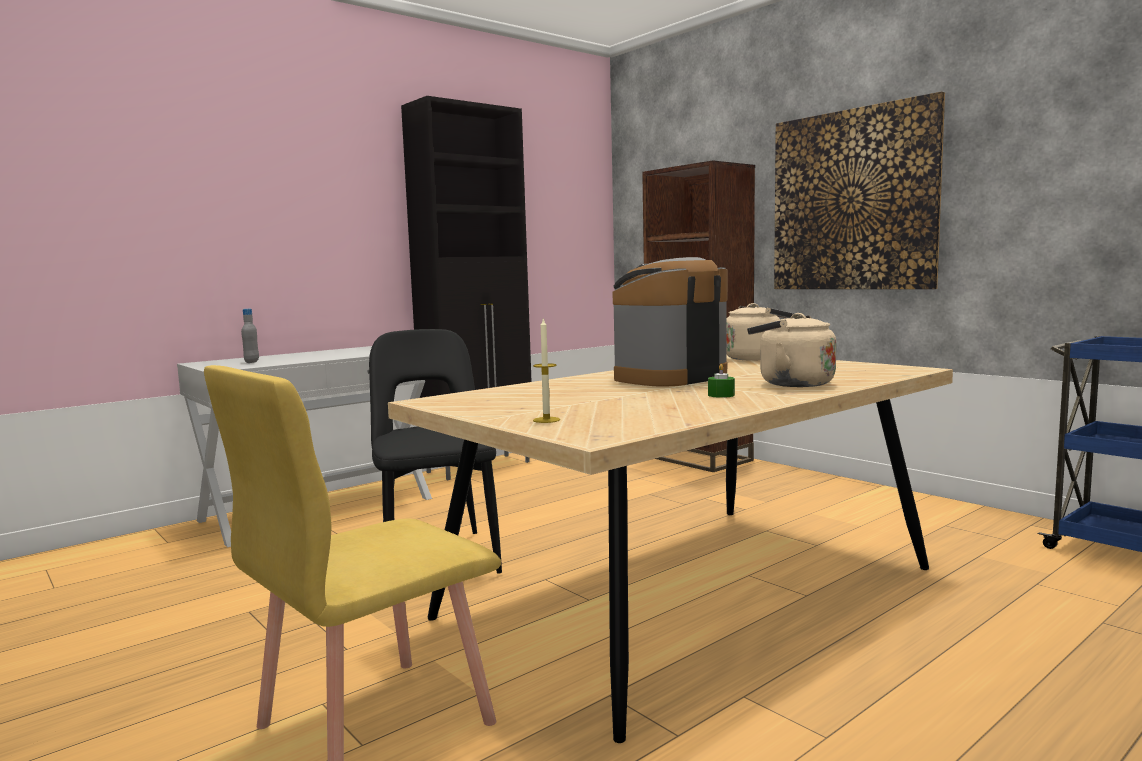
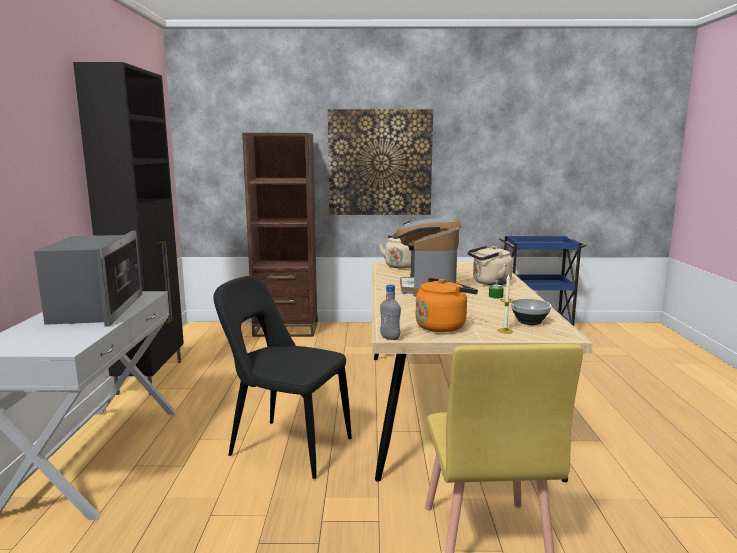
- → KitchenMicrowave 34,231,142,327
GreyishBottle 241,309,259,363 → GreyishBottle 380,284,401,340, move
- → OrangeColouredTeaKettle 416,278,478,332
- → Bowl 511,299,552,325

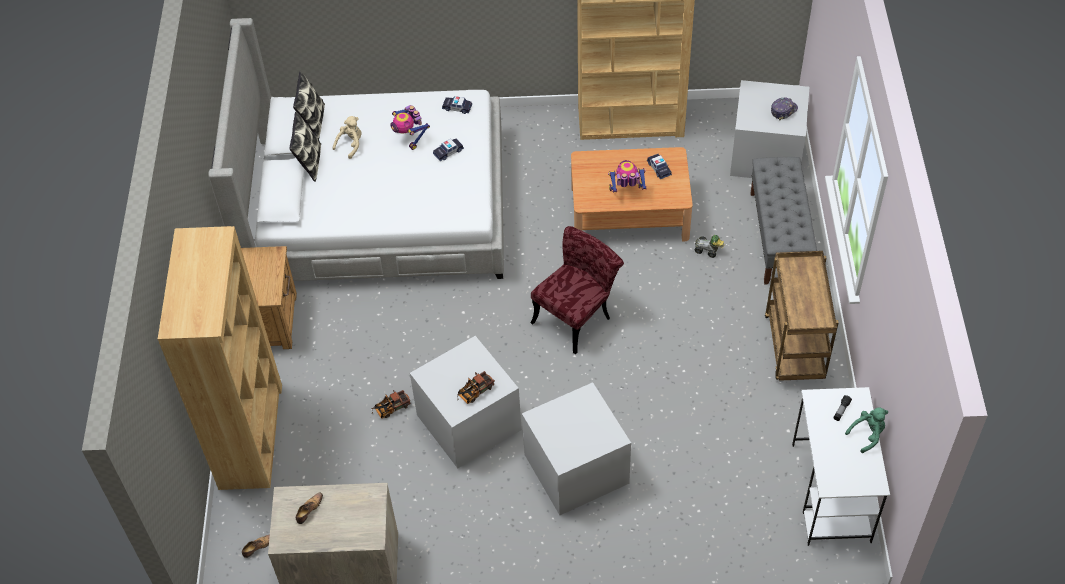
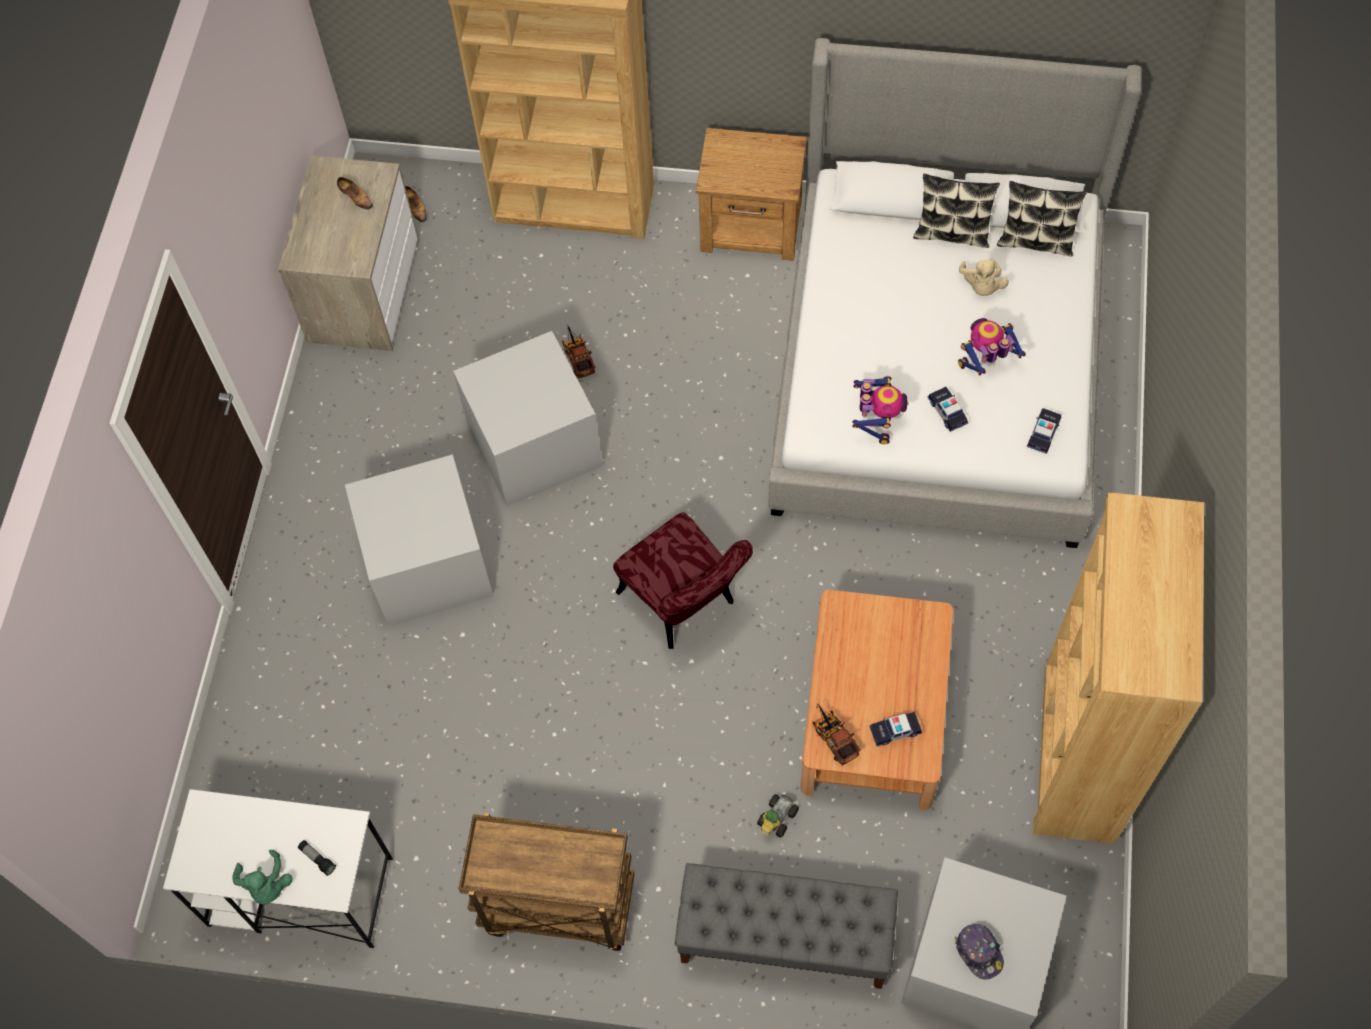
ModelTruck 457,371,495,404 → ModelTruck 812,704,861,766, move
ModelRobot 608,160,647,193 → ModelRobot 852,376,909,444, move
SandColouredSoftToy 333,116,362,159 → SandColouredSoftToy 959,259,1009,296, 45 degrees clockwise

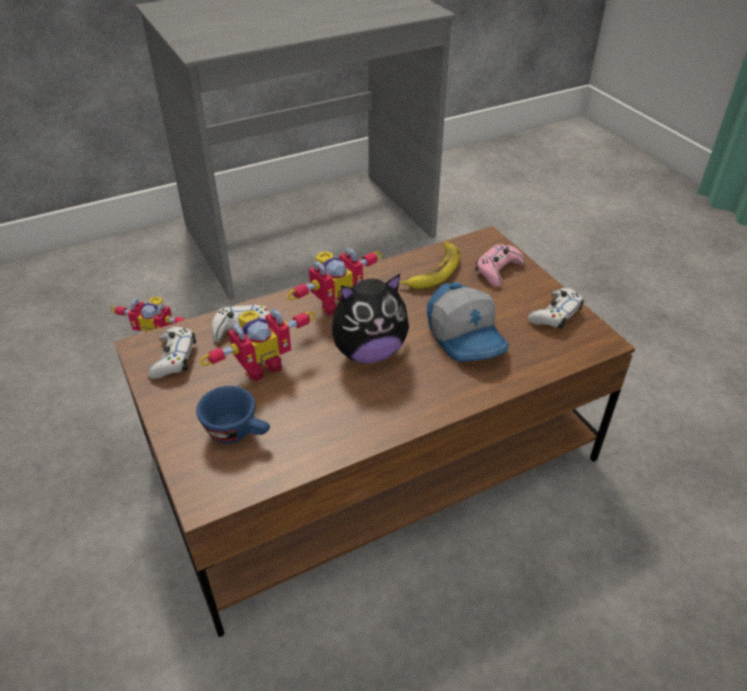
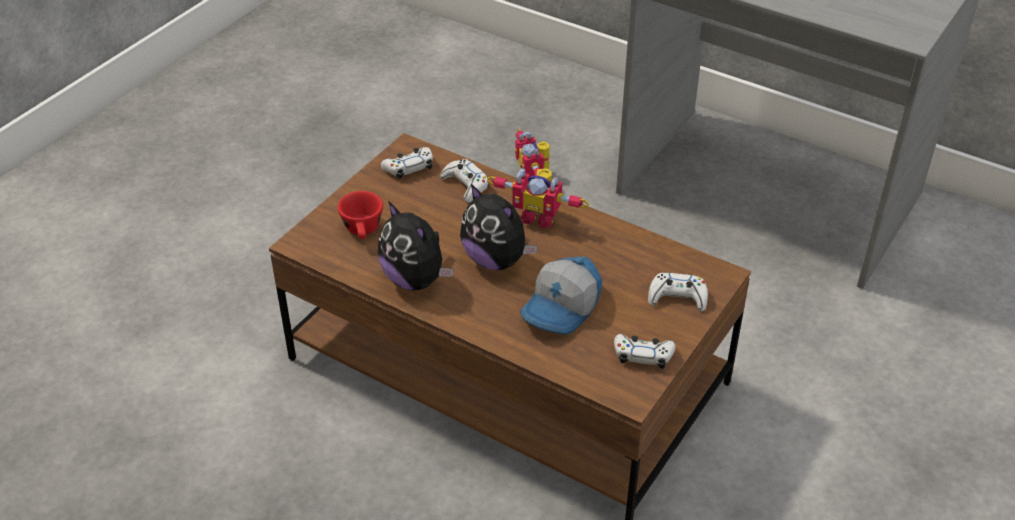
BlueCup 196,386,270,444 → ReddishCup 338,191,383,239
- → SoftToy 378,201,453,290
PinkJoypad 475,243,525,287 → WhiteColouredJoypad 648,273,708,311
ModelRobot 200,308,316,381 → -
BananaFruit 399,242,461,289 → -

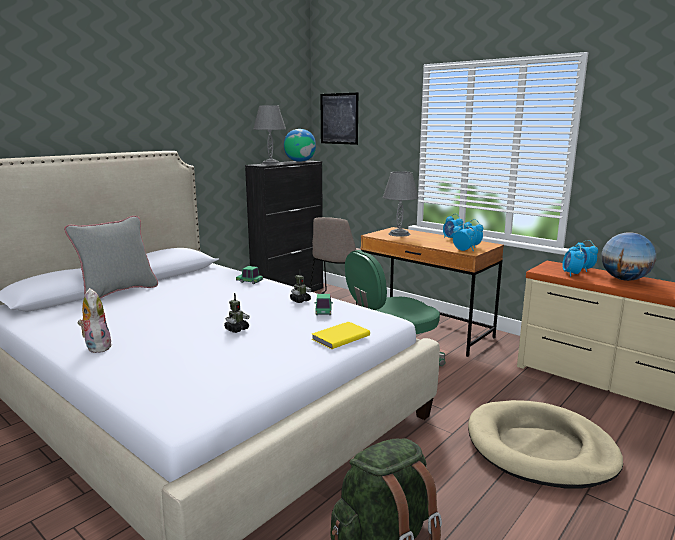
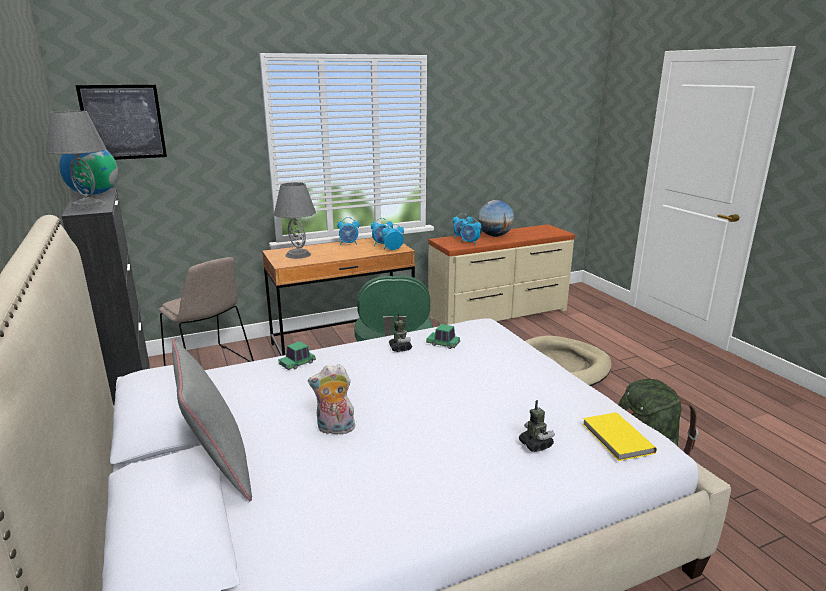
SoftToy 77,288,111,353 → SoftToy 308,364,358,437, move
ModelRobot 224,293,250,333 → ModelRobot 519,400,555,452, move
YellowBoundBook 312,322,370,349 → YellowBoundBook 583,412,657,461, move

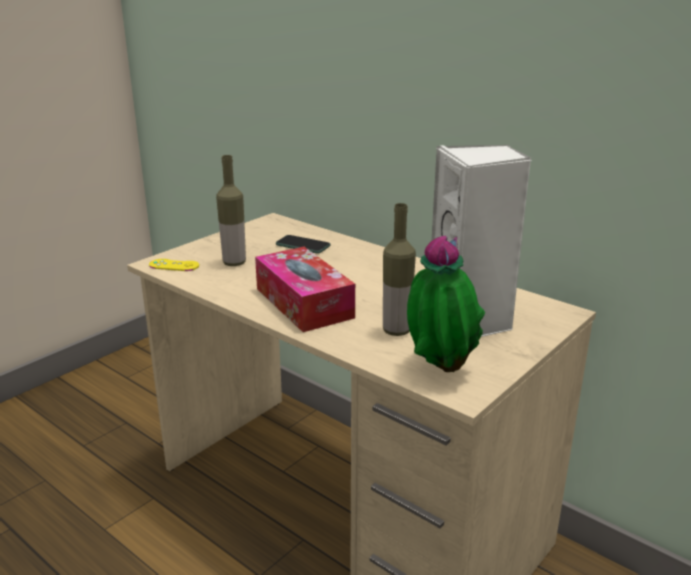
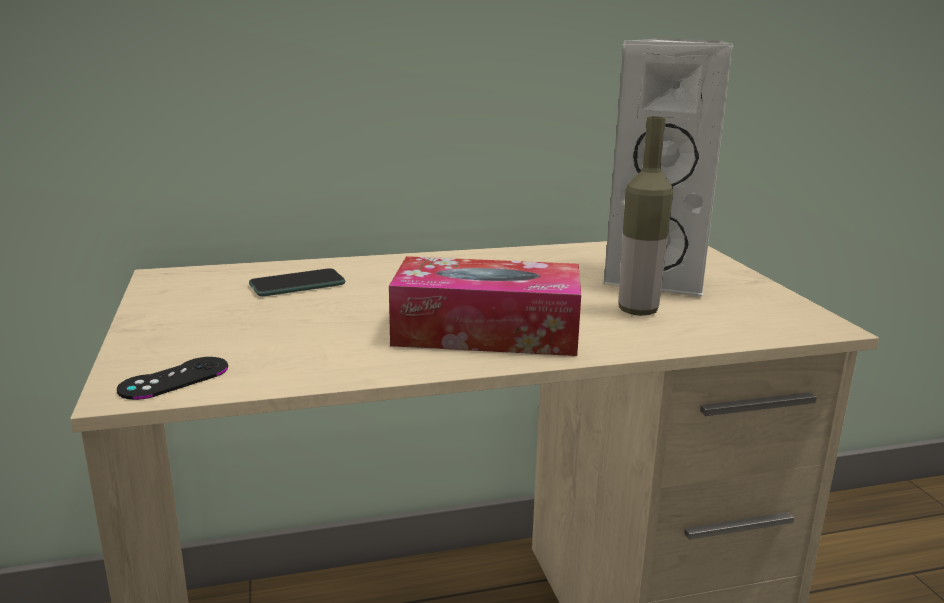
YellowJoypad 149,259,199,271 → BlackishJoypad 117,357,228,400
Bottle 216,155,246,266 → -
Houseplant 407,236,485,372 → -

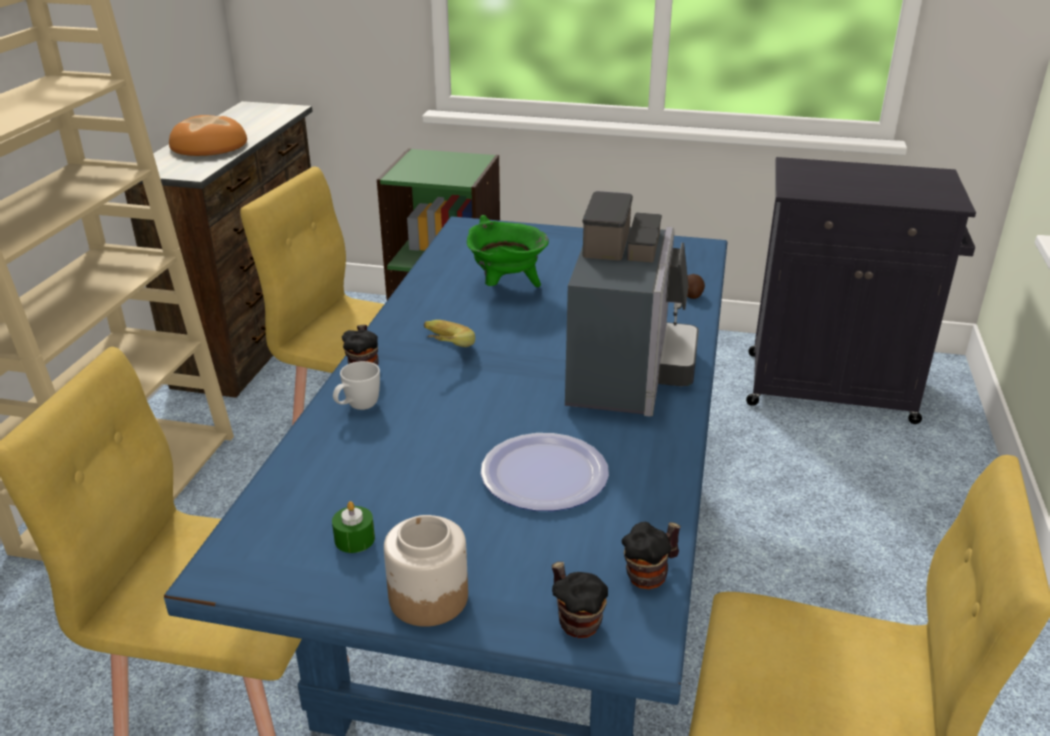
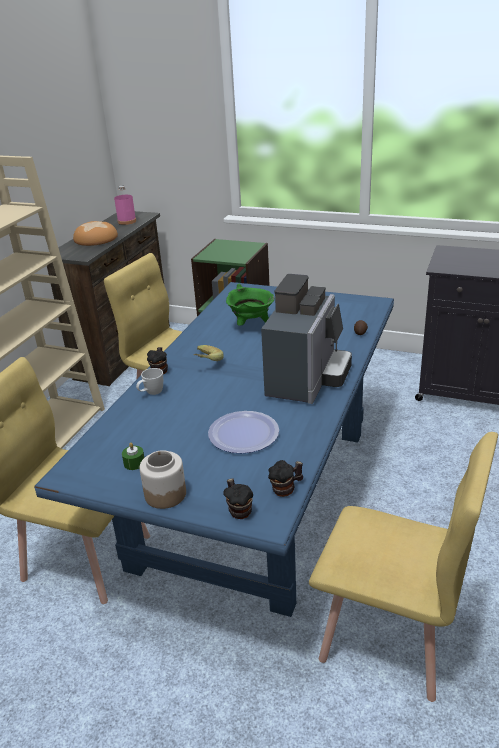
- → PinkBottle 114,186,136,225

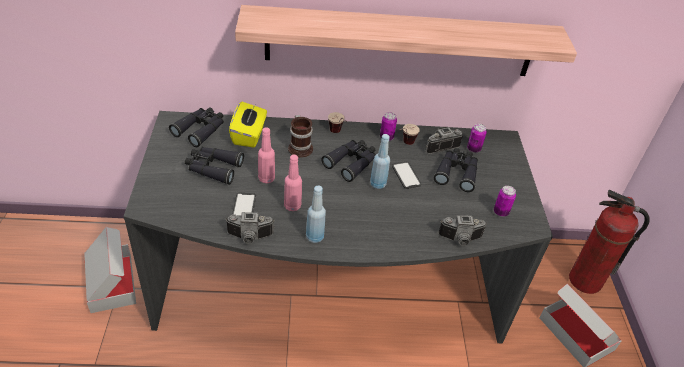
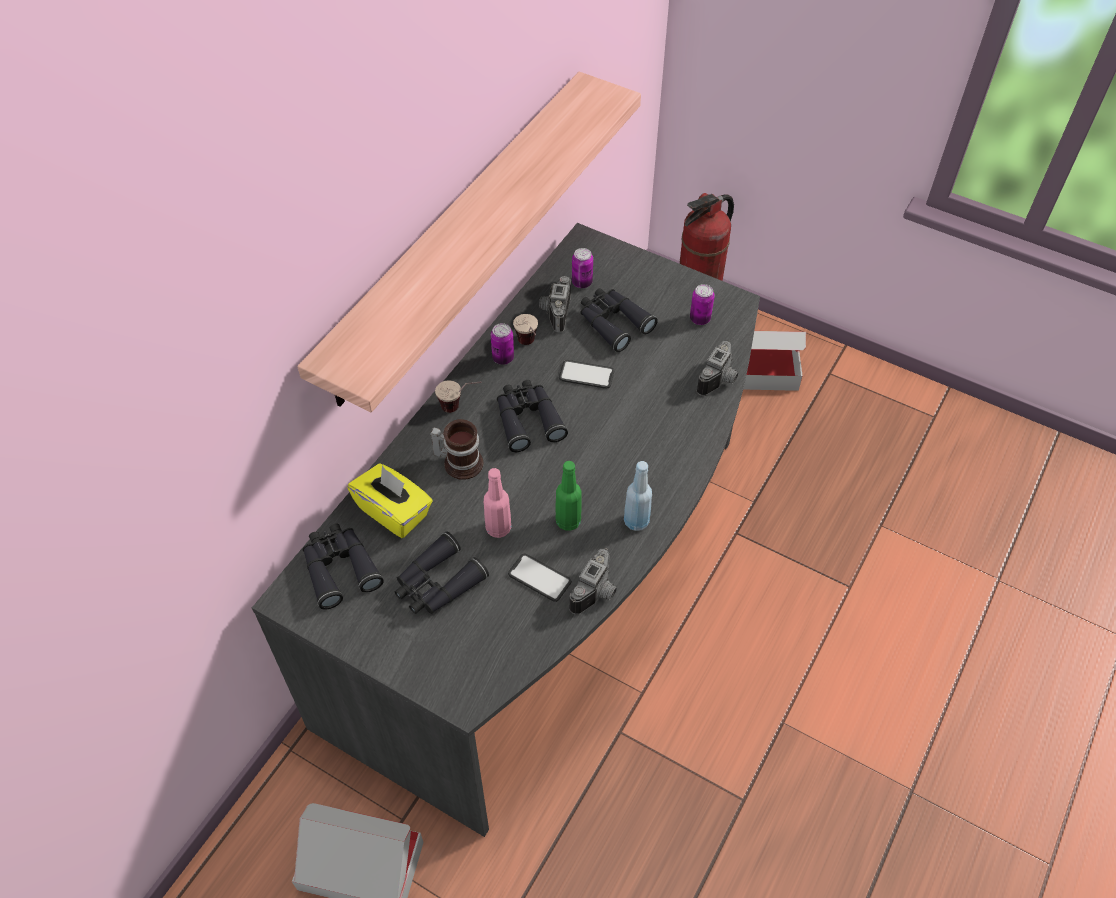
PinkBottle 284,155,302,211 → GreenBottle 555,461,582,531
BlueBottle 370,134,390,189 → -

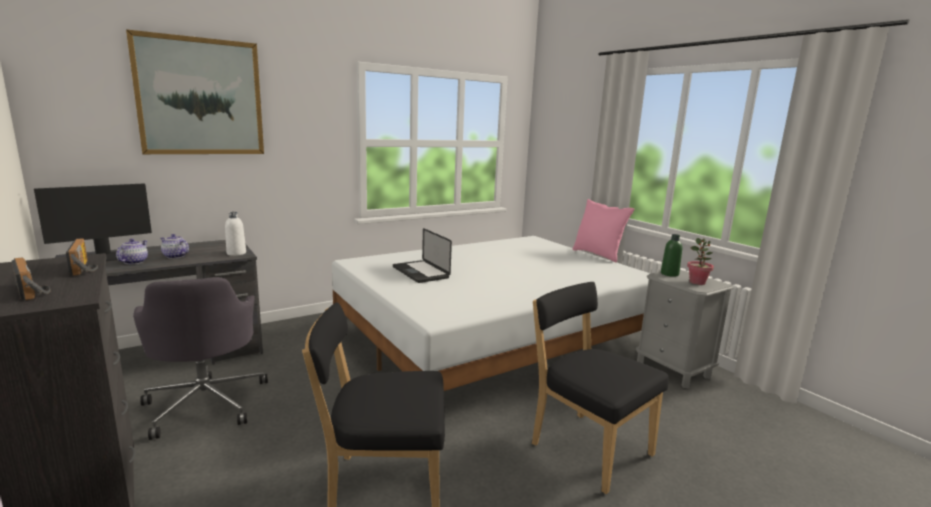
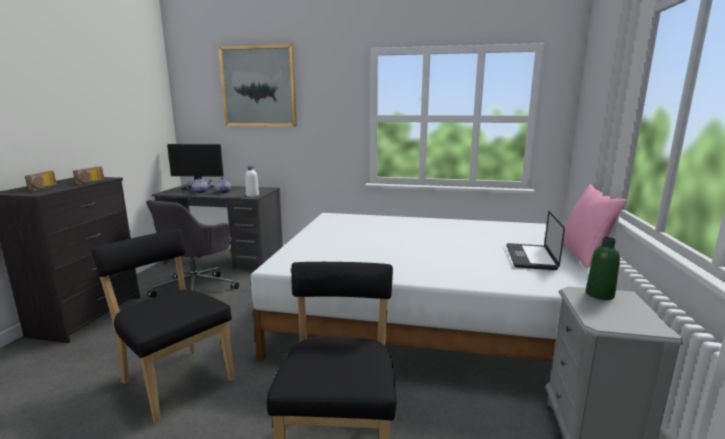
PortableComputer 393,228,452,283 → PortableComputer 507,211,565,270, move
Houseplant 687,238,714,285 → -

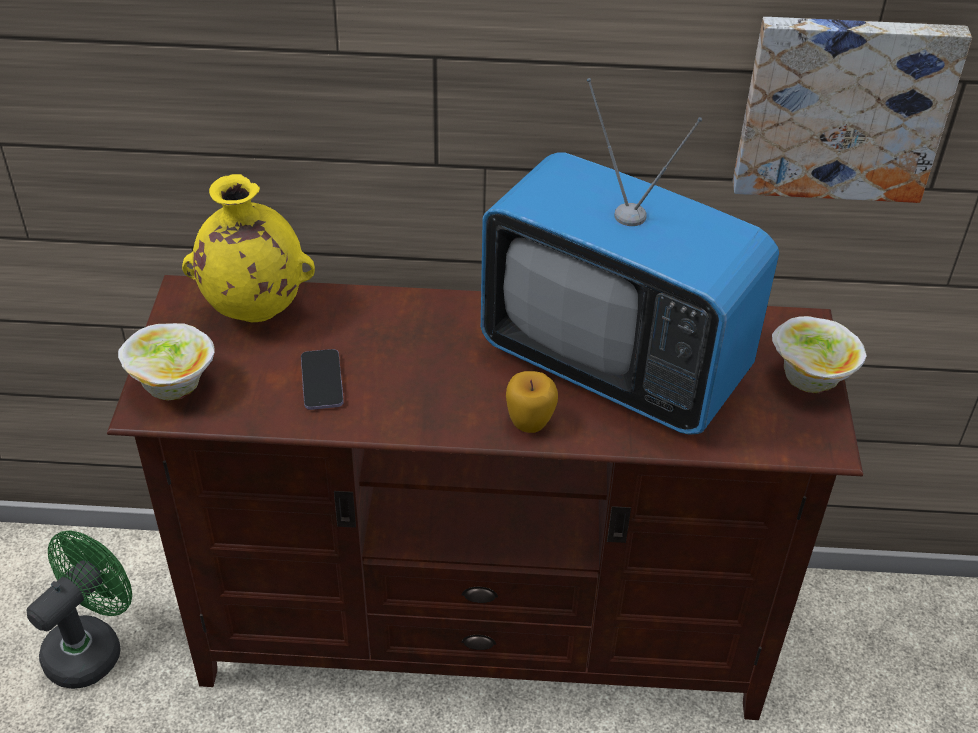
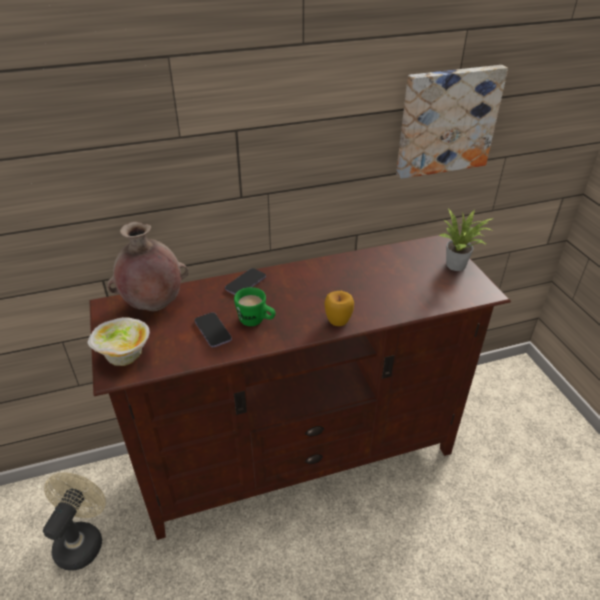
GreenElectricFan 27,530,132,689 → SandColouredElectricFan 43,473,106,571
YellowVase 182,174,315,322 → BrownColouredVase 107,221,188,311
- → Phone 225,268,266,295
- → GreenMug 234,287,276,326
Bowl 772,316,867,393 → Houseplant 439,209,494,271
Tv 481,78,779,435 → -

